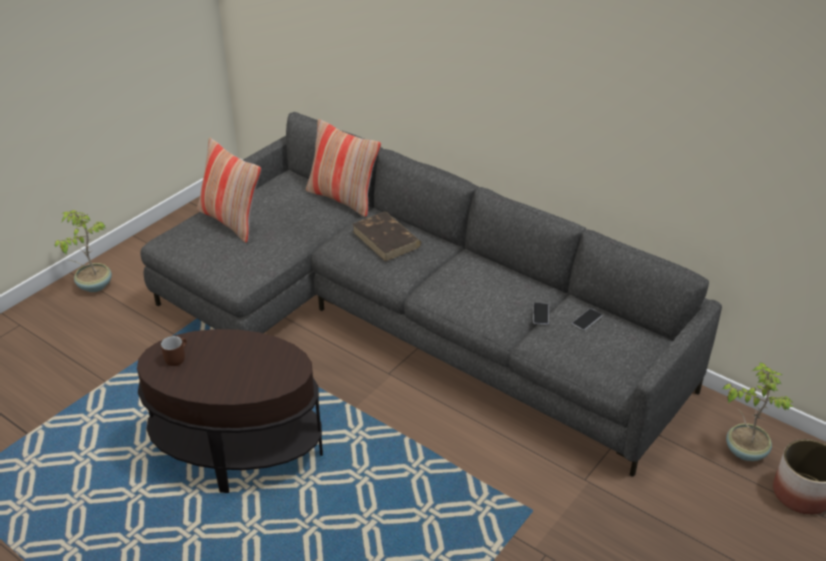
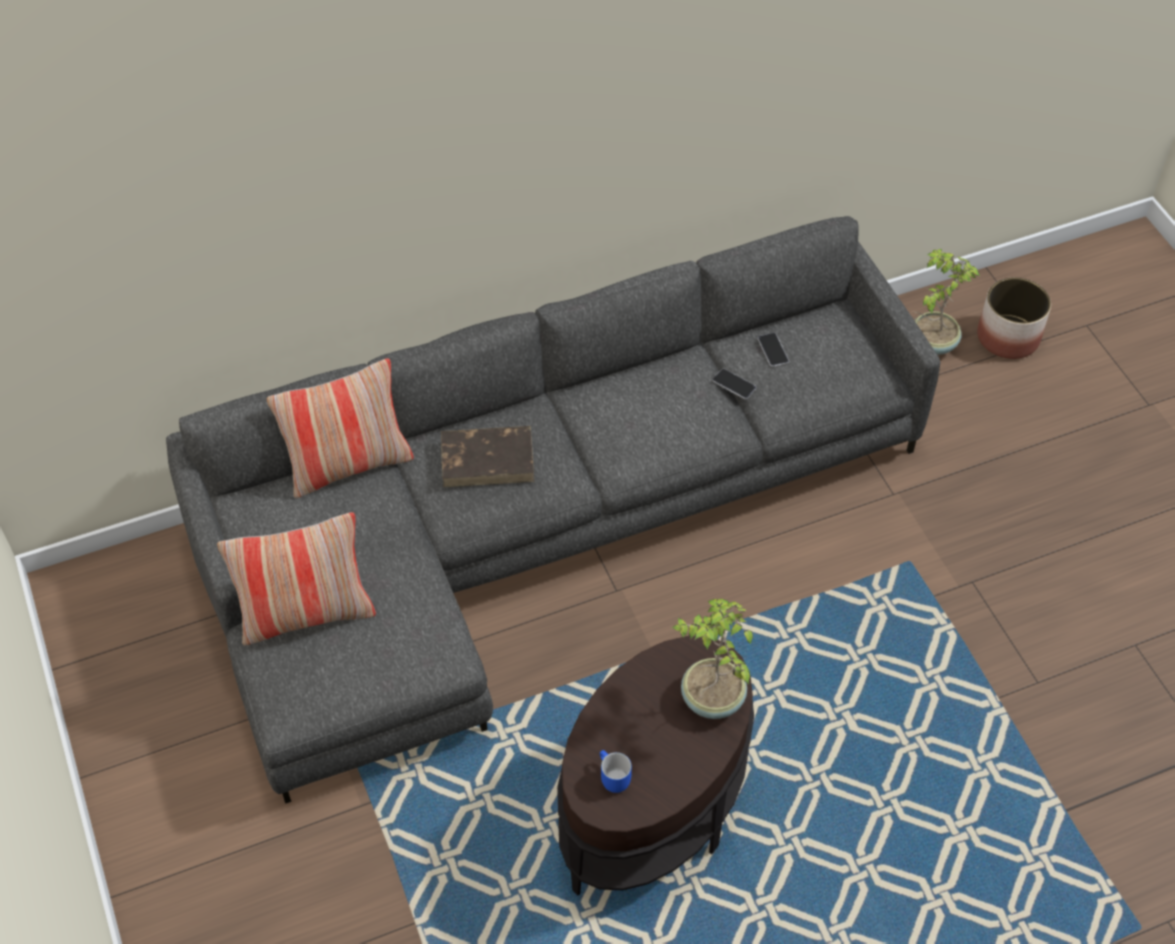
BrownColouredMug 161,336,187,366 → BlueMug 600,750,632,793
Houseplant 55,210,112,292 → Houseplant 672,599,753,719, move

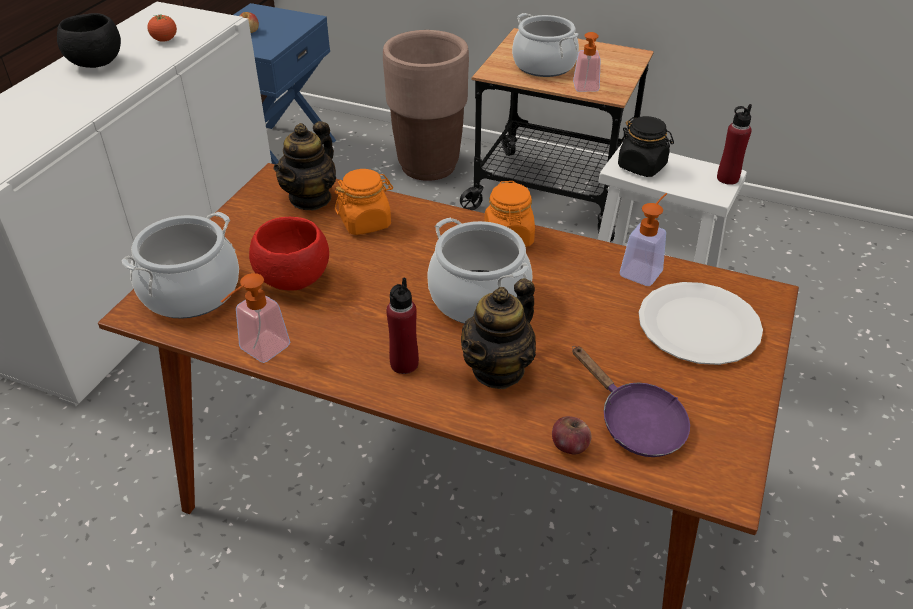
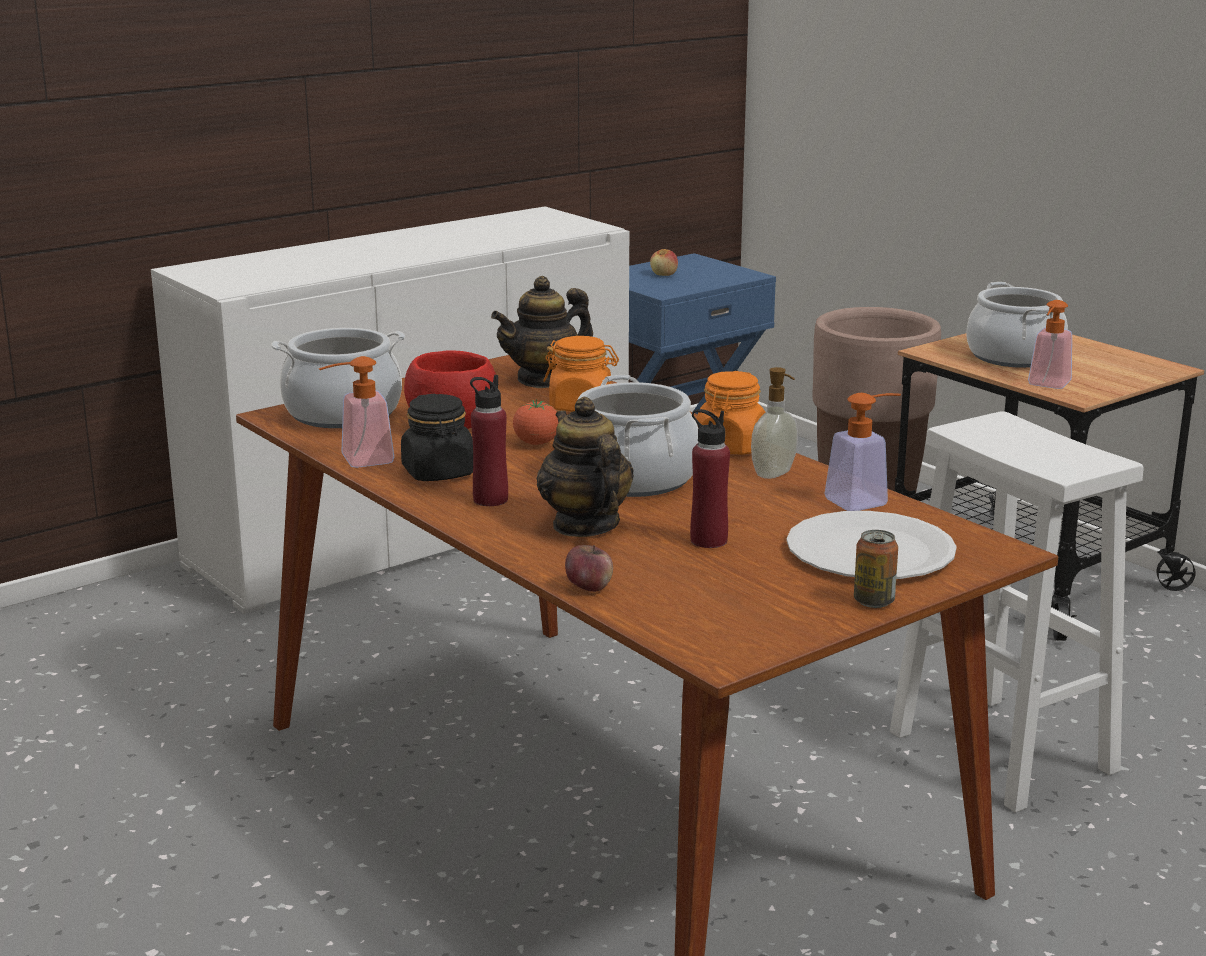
BlackishPreserveJar 618,116,674,177 → BlackishPreserveJar 401,394,473,481, move
Tomato 147,14,177,42 → Tomato 513,399,559,445, move
PotForTea 461,278,536,389 → PotForTea 537,397,634,537, 90 degrees clockwise
ReddishBottle 717,104,752,185 → ReddishBottle 690,409,730,548, move
- → SoapBottle 751,367,798,479
- → SealedCan 854,530,898,608
BlackishBowl 57,13,121,68 → -
PurplishFryingPan 572,346,690,457 → -

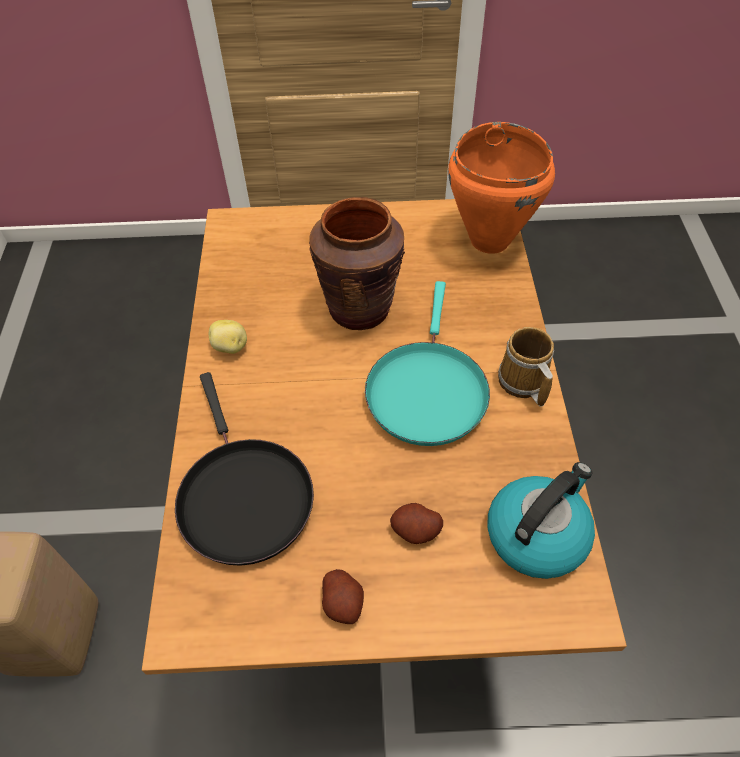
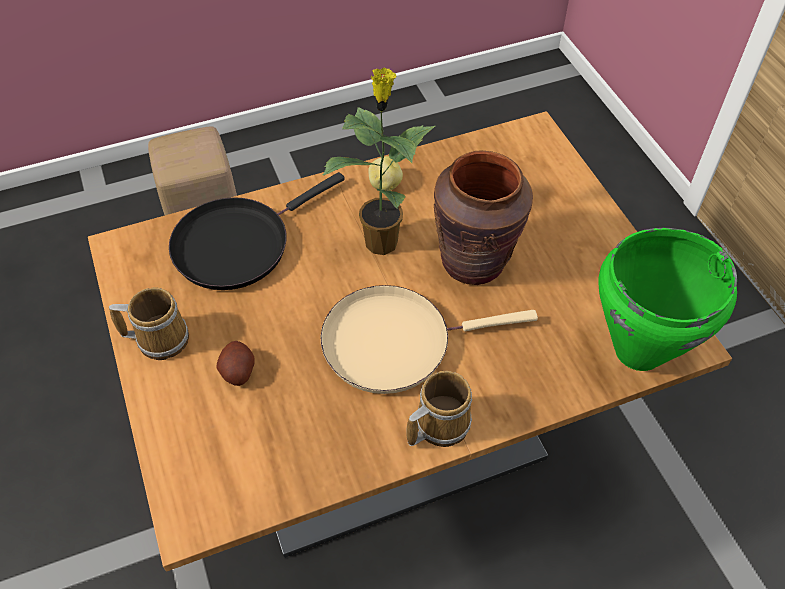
WholePotato 322,569,364,624 → Mug 109,287,189,360
BlueGreenFryingPan 365,281,490,446 → SandColouredFryingPan 321,285,538,394
- → Houseplant 322,67,435,255
OrangeColouredCookingPot 448,122,555,254 → GreenCookingPot 598,228,737,371
TeaKettle 487,462,595,579 → -

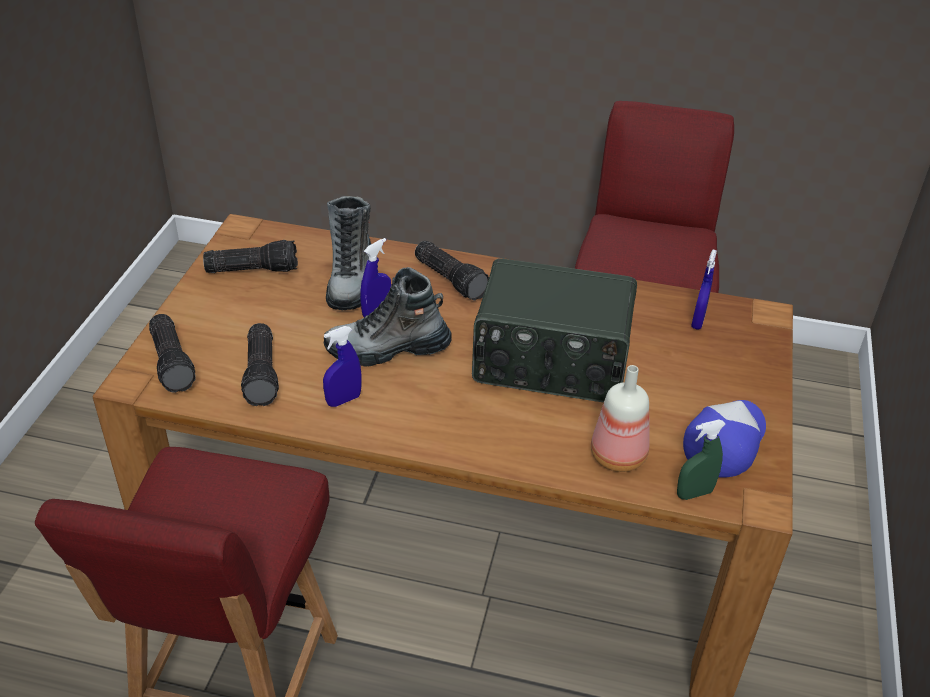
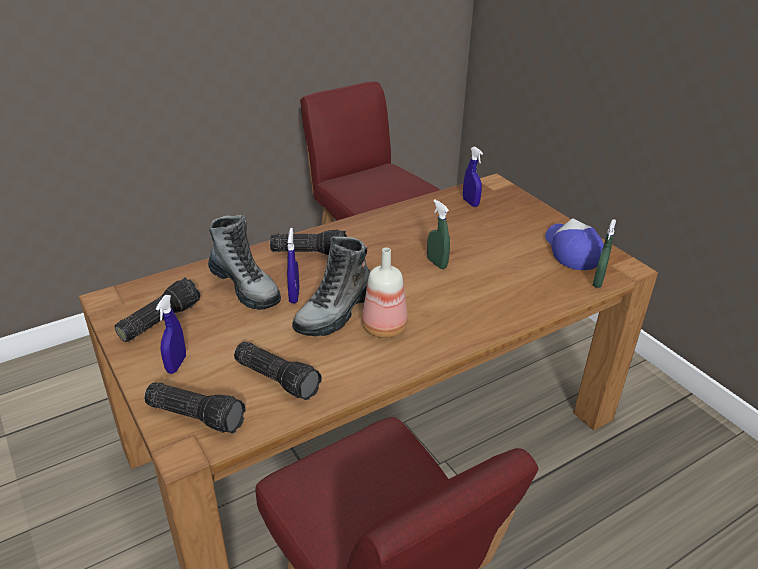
BlueSprayer 323,326,361,407 → BlueSprayer 156,295,186,374, move
Bottle 591,365,650,472 → Bottle 362,248,408,338, move
RadioSet 472,258,637,403 → GreenSprayer 427,199,450,269

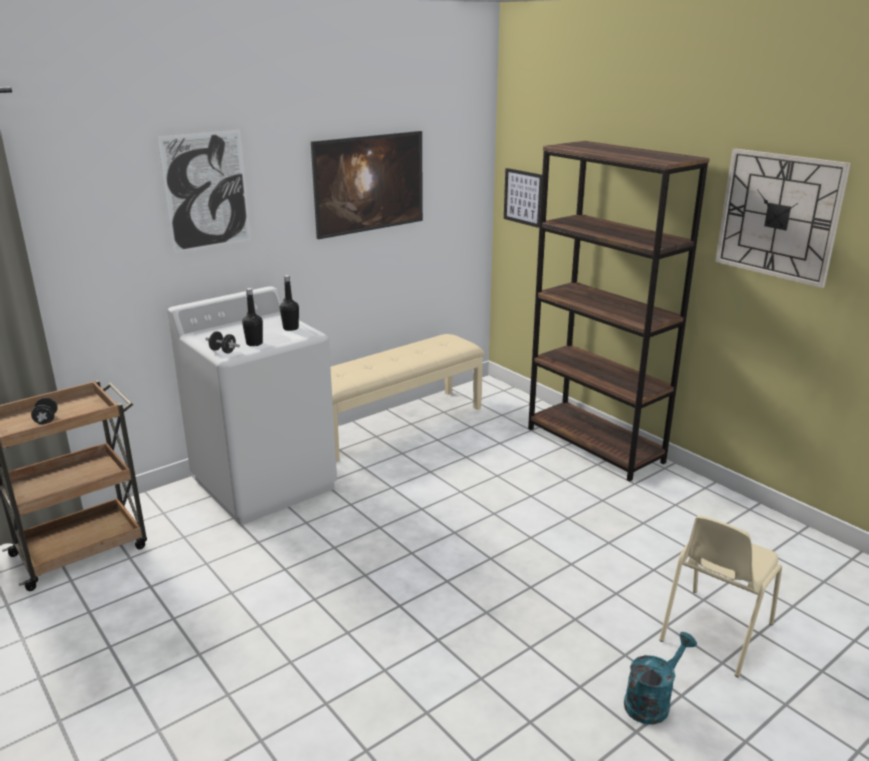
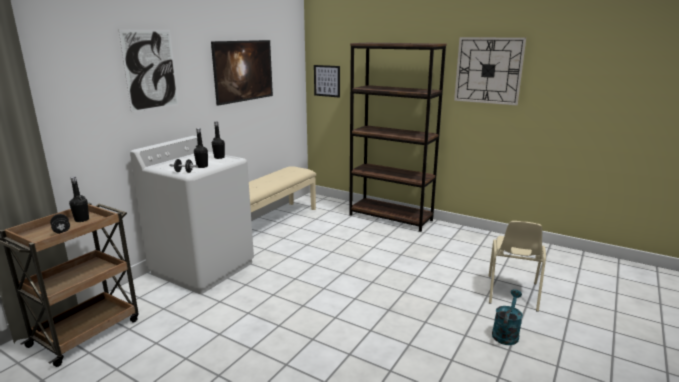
- → BlackishBottle 69,176,89,222

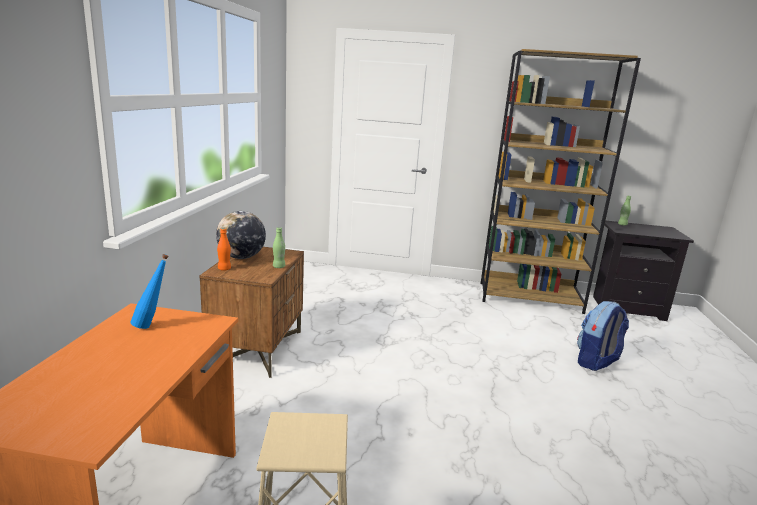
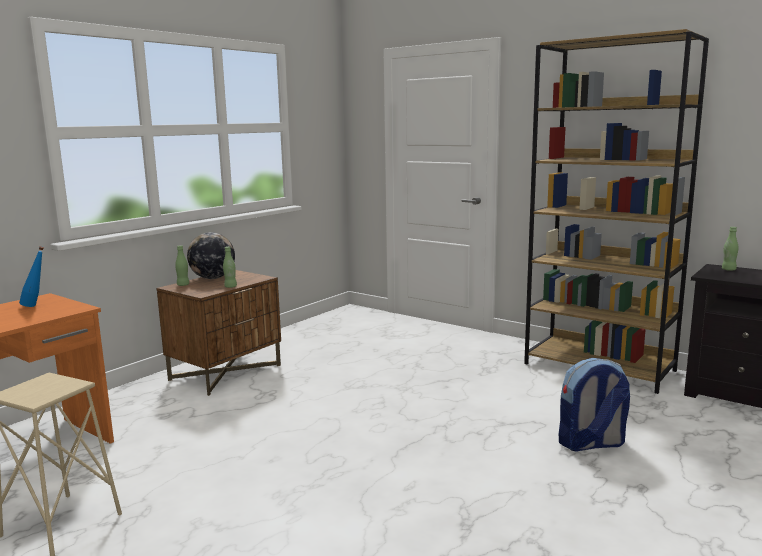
OrangeColouredBottle 217,228,231,271 → GreenBottle 175,245,189,286

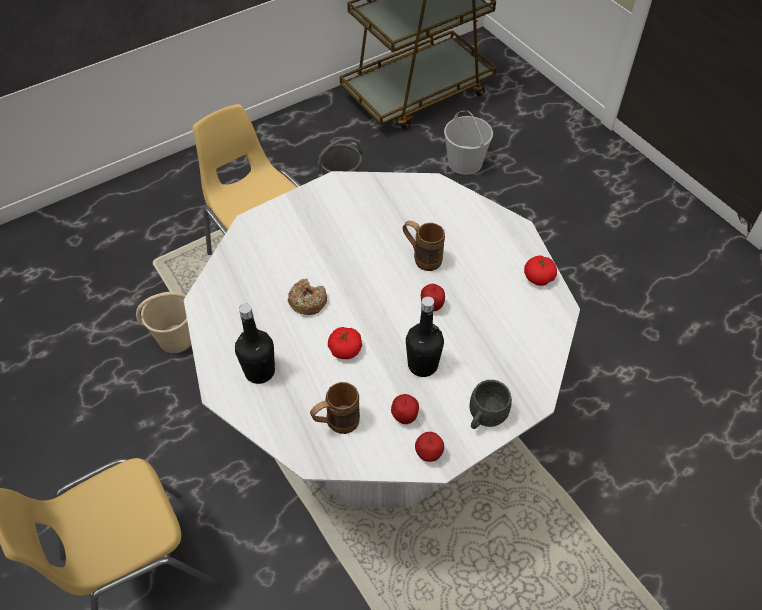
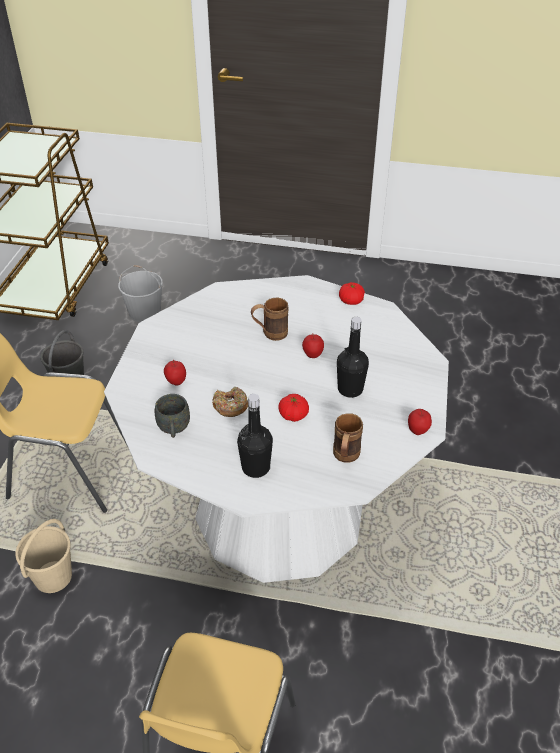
GreyishMug 469,380,512,429 → GreyishMug 155,394,190,438, move
WholeApple 391,394,419,424 → WholeApple 164,360,186,385, move

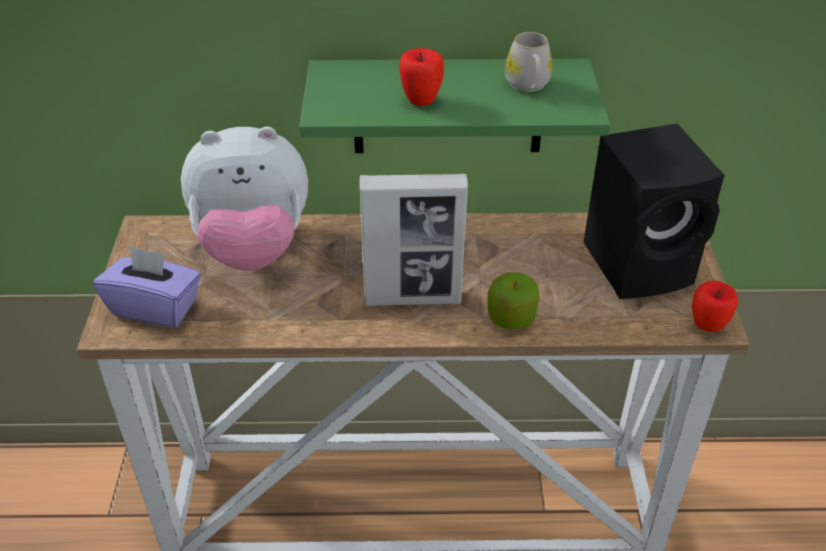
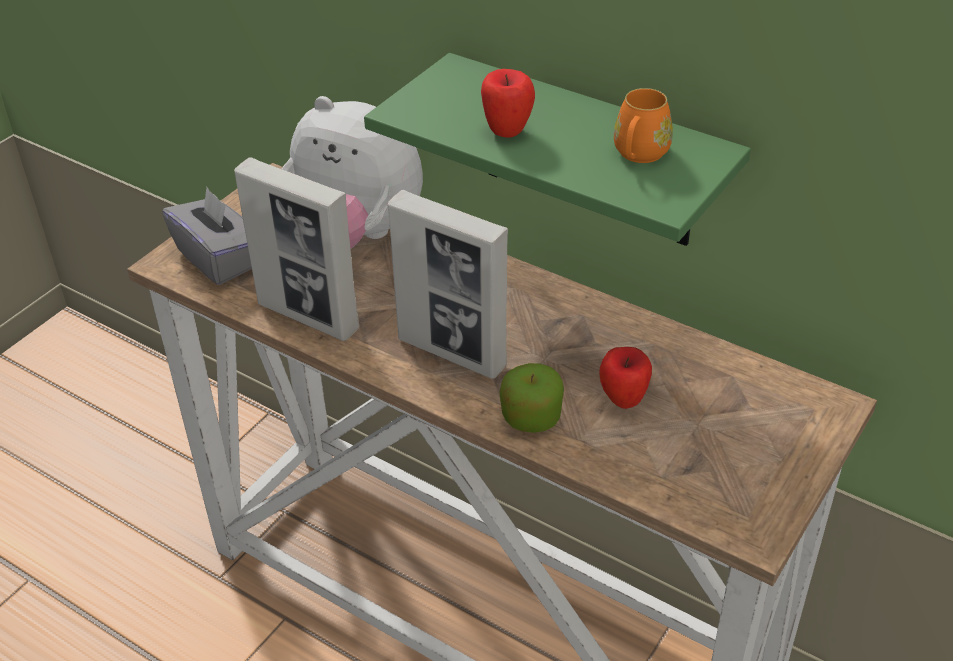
PurplishTissueBox 93,245,201,328 → GreyishTissueBox 162,187,252,285
- → PictureFrame 234,157,359,341
WholeApple 692,281,738,332 → WholeApple 599,347,652,409, move
WhiteColouredMug 505,32,552,92 → OrangeColouredMug 614,88,673,163
BlackishAudioSpeaker 583,123,725,299 → -

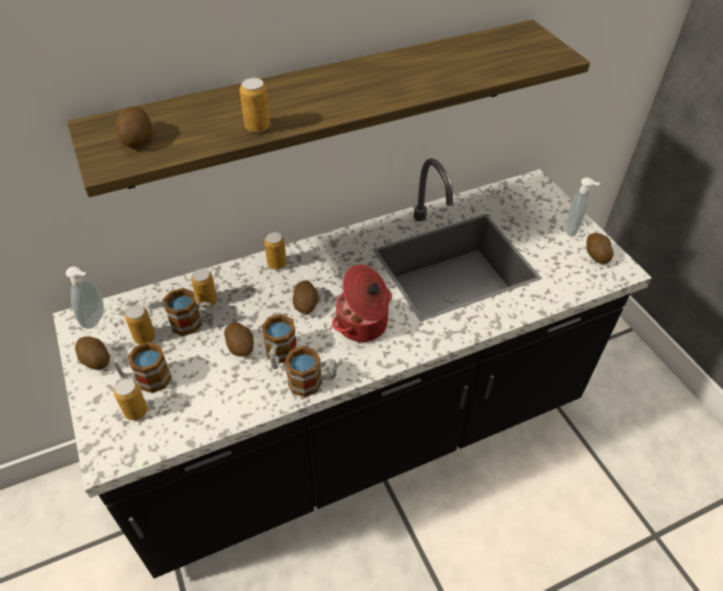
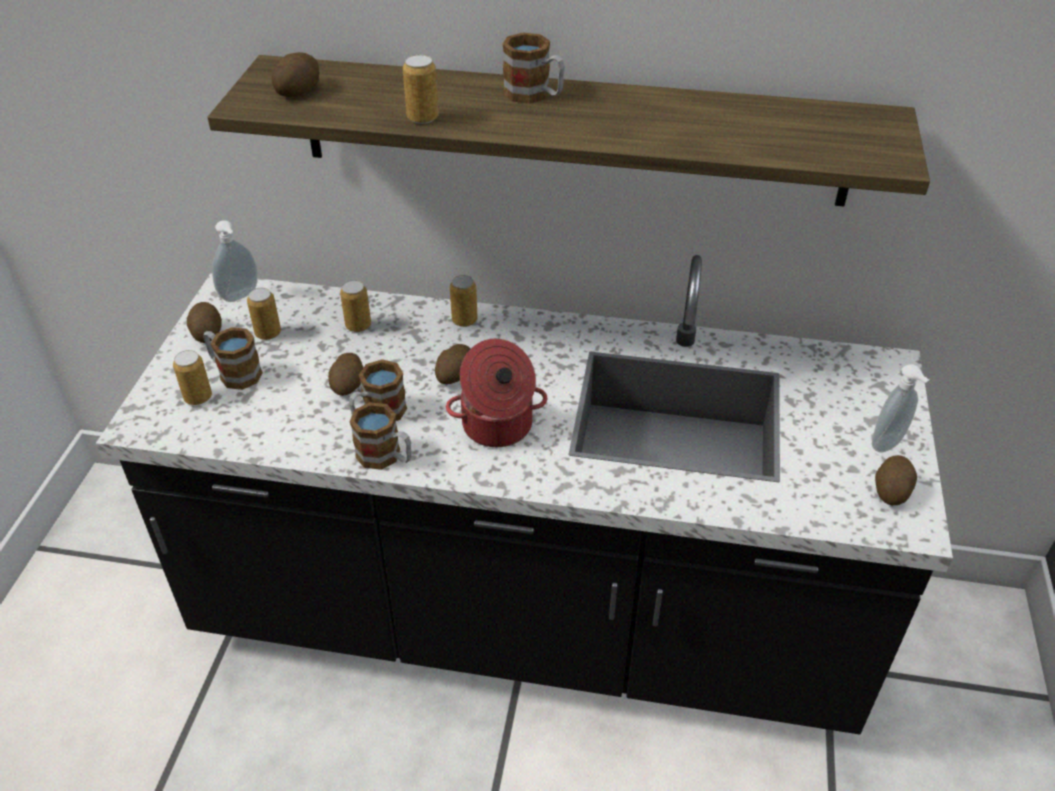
Mug 163,288,214,336 → Mug 502,33,565,104, move

